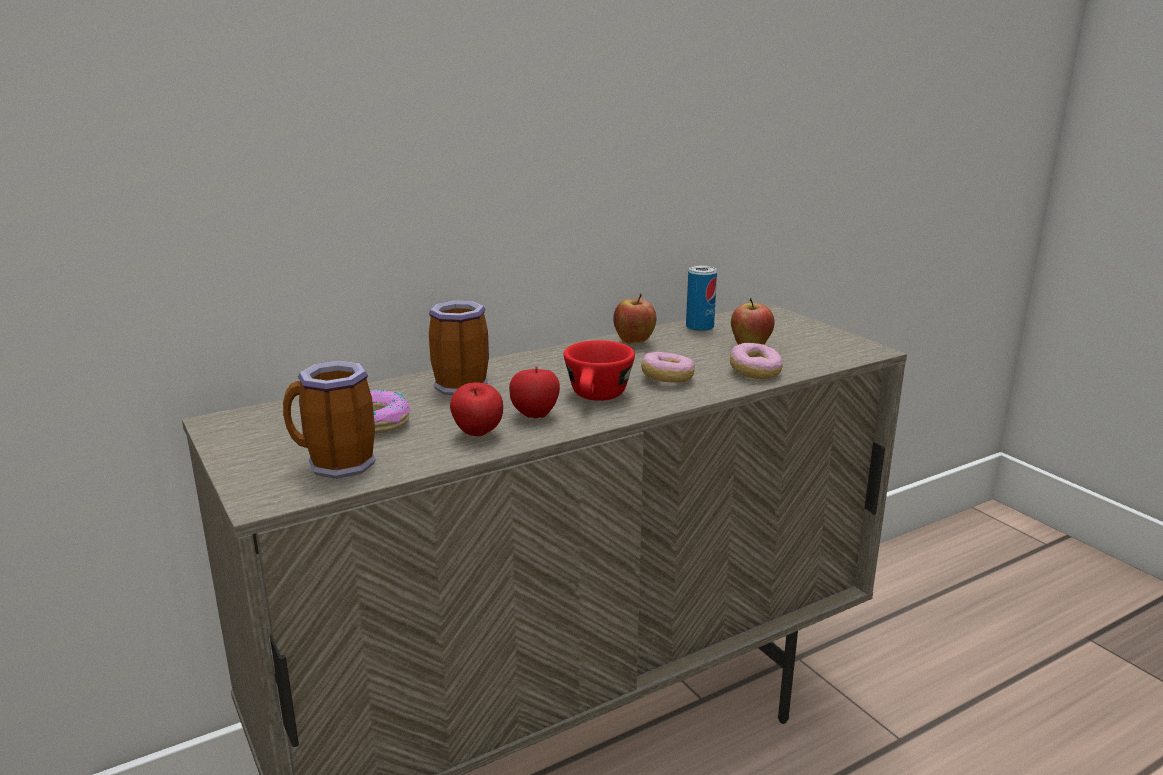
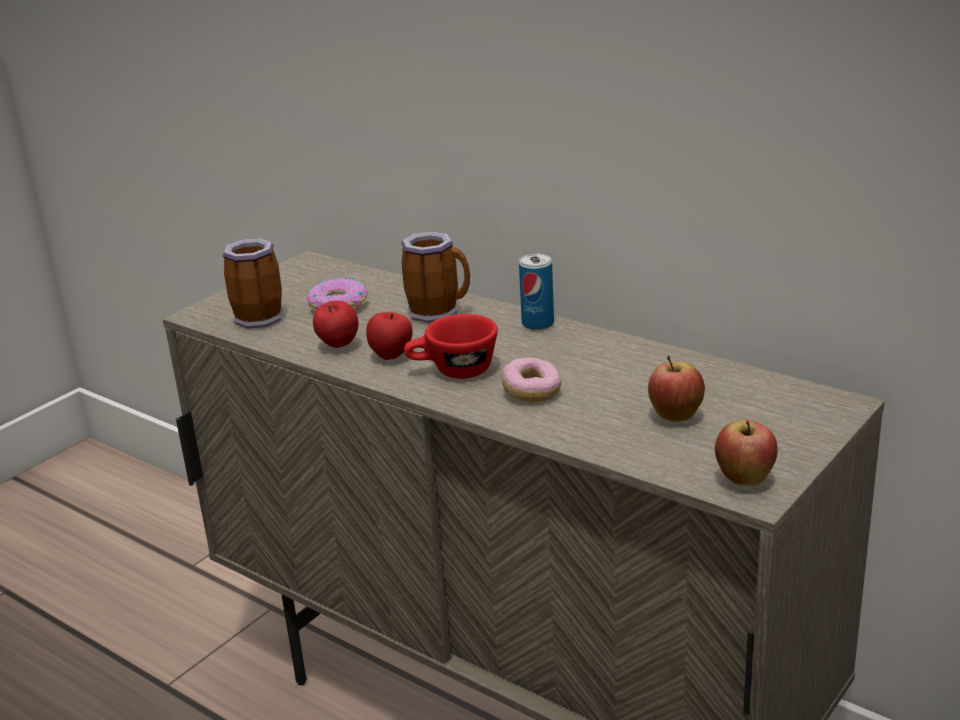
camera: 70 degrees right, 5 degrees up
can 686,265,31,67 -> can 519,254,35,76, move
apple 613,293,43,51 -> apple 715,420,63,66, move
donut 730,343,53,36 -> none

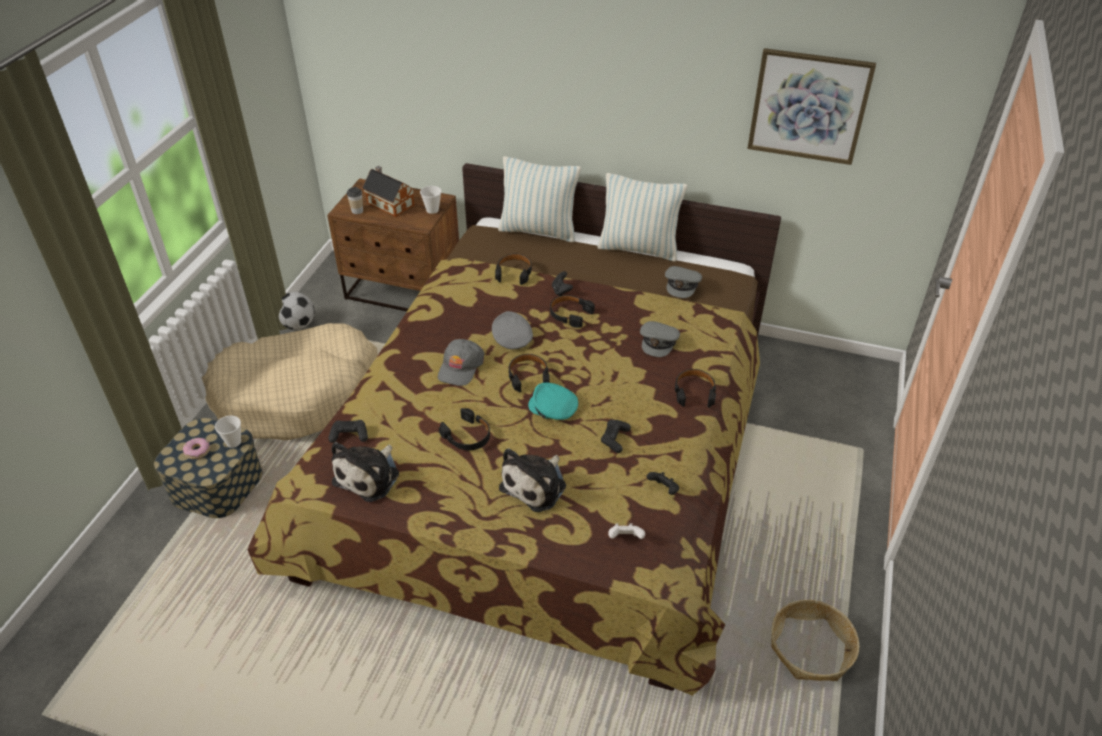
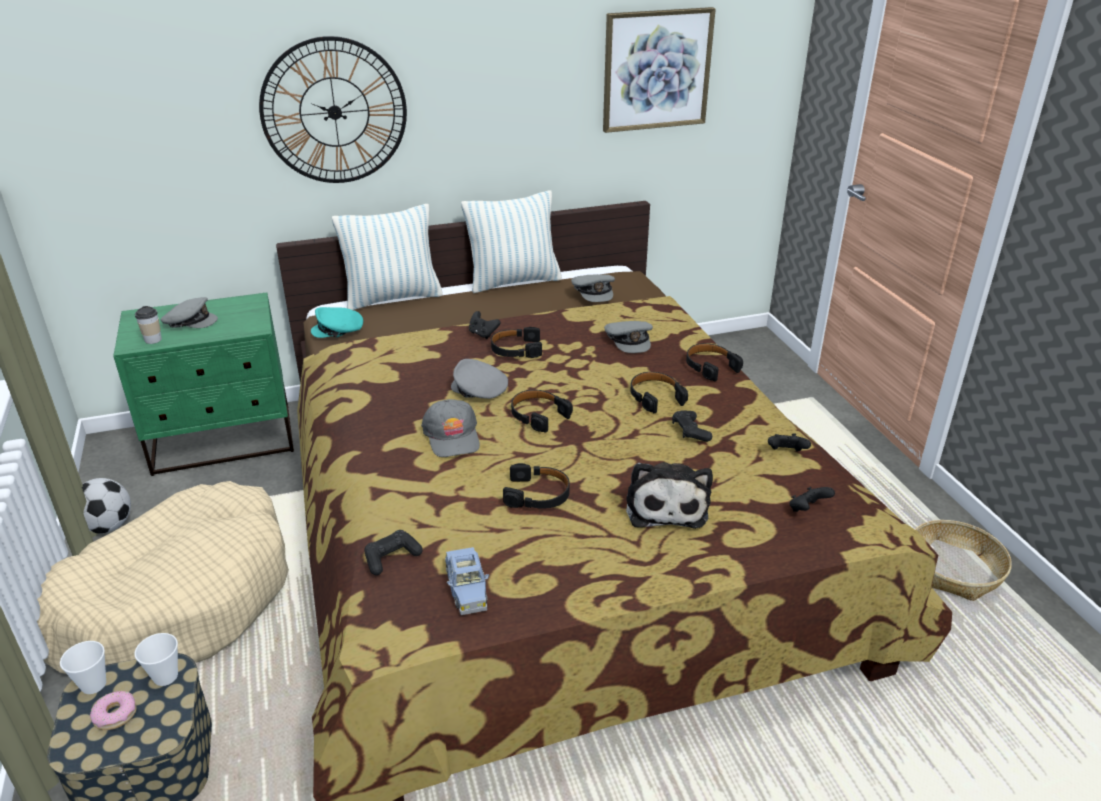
camera: 35 degrees left, 10 degrees down
toy house 362,166,53,51 -> grey cap 161,297,57,31
brown nightstand 327,179,132,132 -> green nightstand 113,293,181,183
cup 420,186,22,28 -> cup 60,641,46,53, move
black headphones 495,254,36,31 -> black headphones 630,372,58,41, move
turquoise cap 528,383,50,37 -> turquoise cap 311,307,52,31, move
plush toy 332,442,67,60 -> blue toy car 445,547,44,68
white game controller 608,523,37,16 -> black game controller 790,487,45,25
none -> wall clock 259,36,148,147

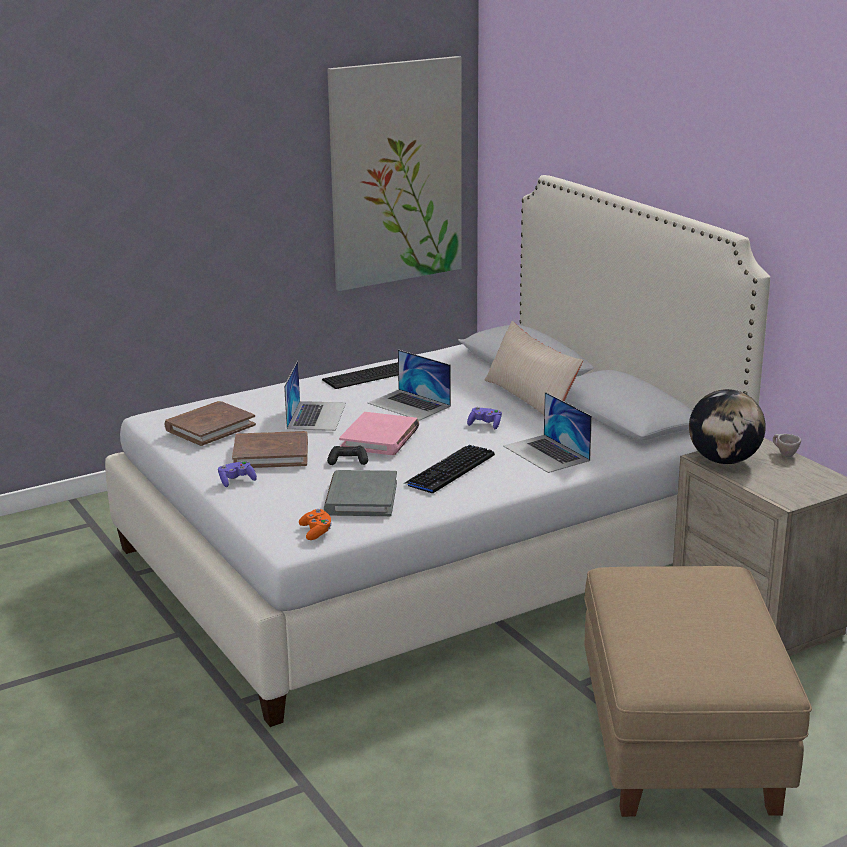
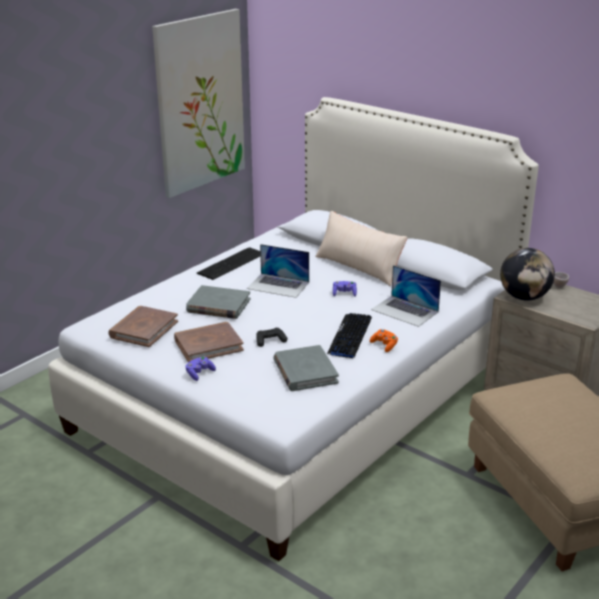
camera: 20 degrees left, 5 degrees up
laptop 284,360,62,71 -> grey book 186,285,65,34
pink book 339,412,80,43 -> none
orange game controller 299,509,33,31 -> orange game controller 370,329,28,23, move

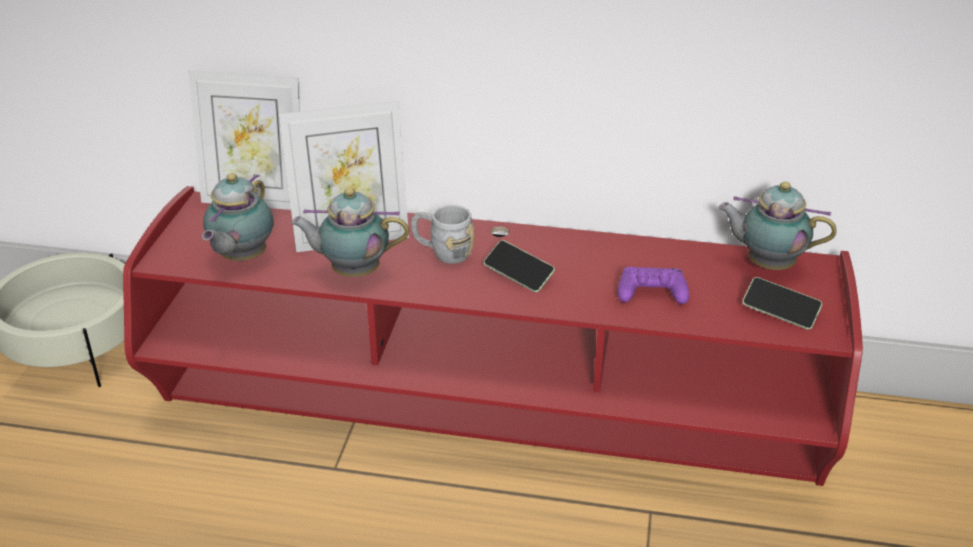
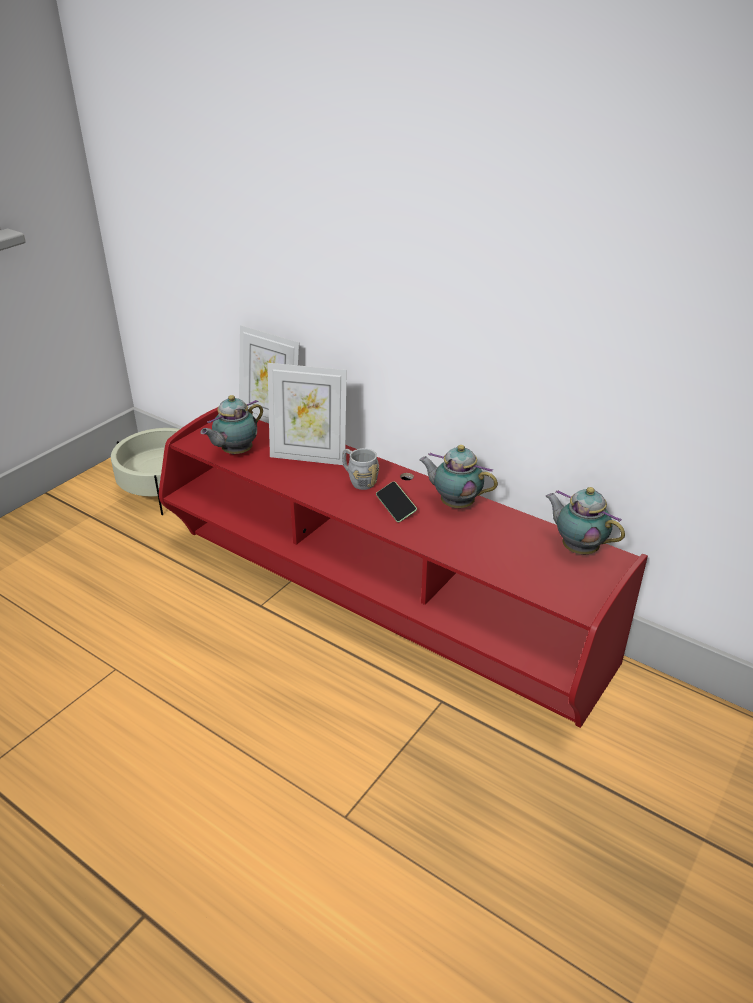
camera: 25 degrees right, 0 degrees up
teapot 291,188,118,89 -> teapot 419,445,79,63, move
purple game controller 618,267,71,37 -> none
phone 742,277,80,53 -> none

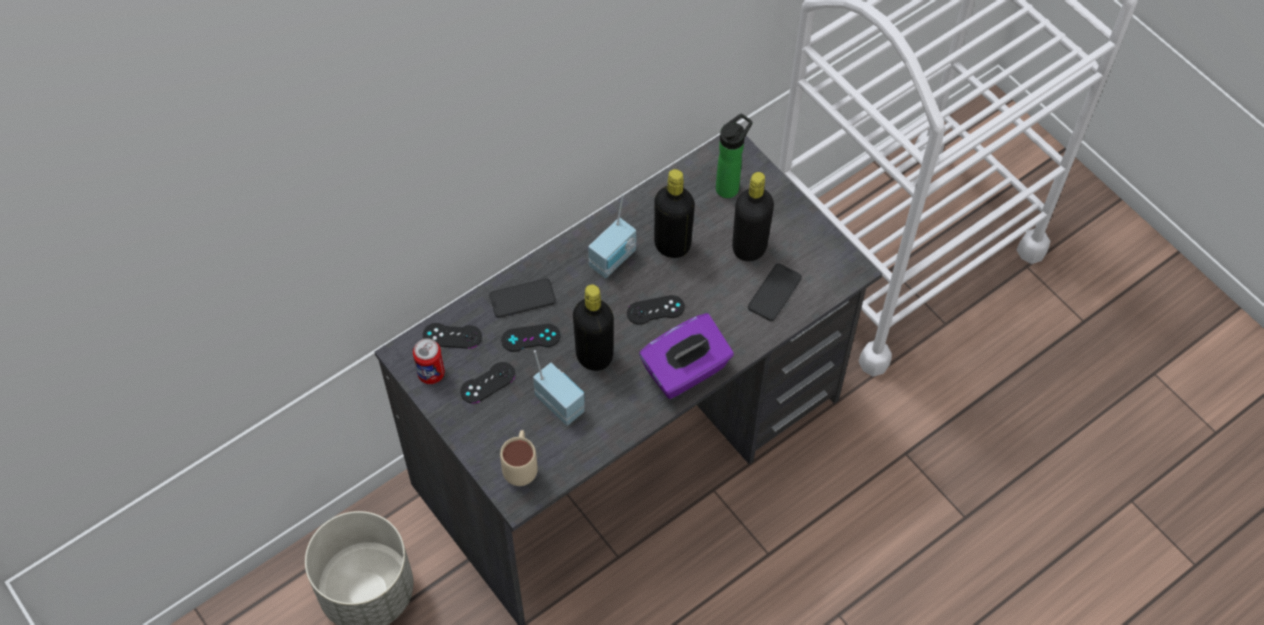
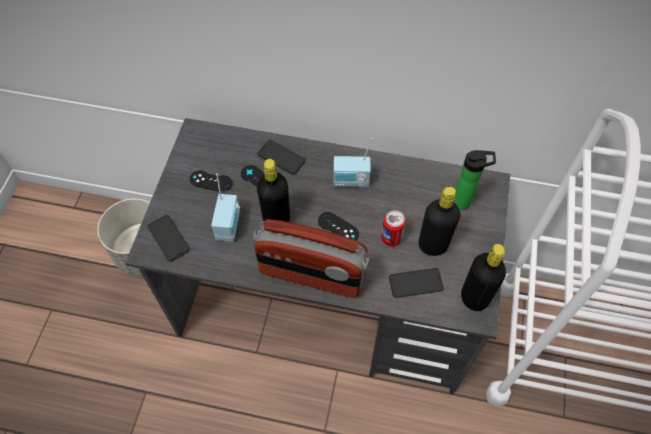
camera: 50 degrees right, 0 degrees up
black bottle 654,169,41,89 -> black bottle 461,244,45,67, move
purple tissue box 639,313,95,86 -> radio 253,219,117,79
black game controller 423,323,59,26 -> none
can 413,338,32,46 -> can 381,210,25,36, move
beige mug 500,430,38,56 -> phone 147,215,43,47

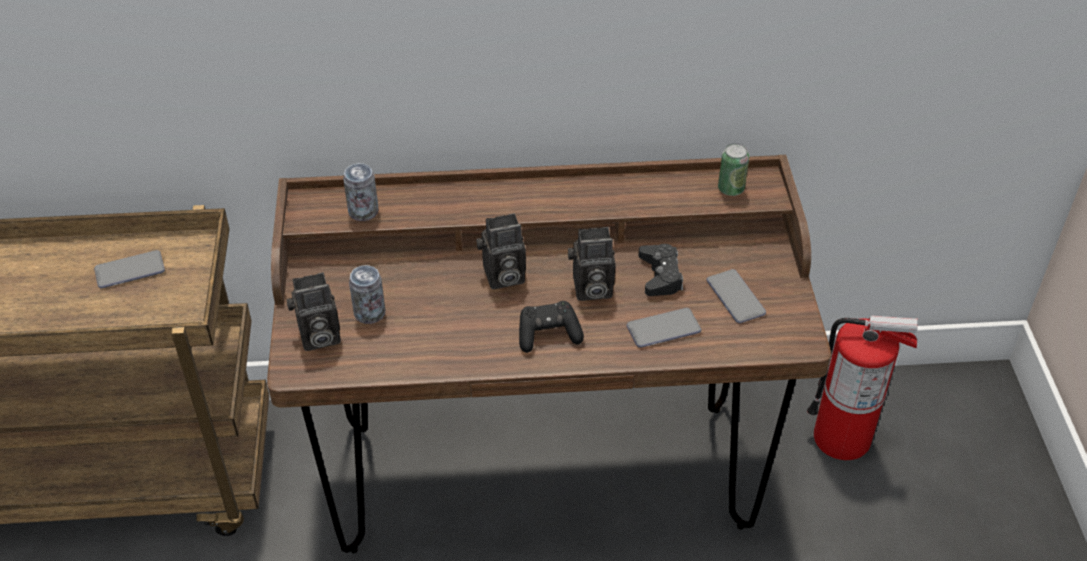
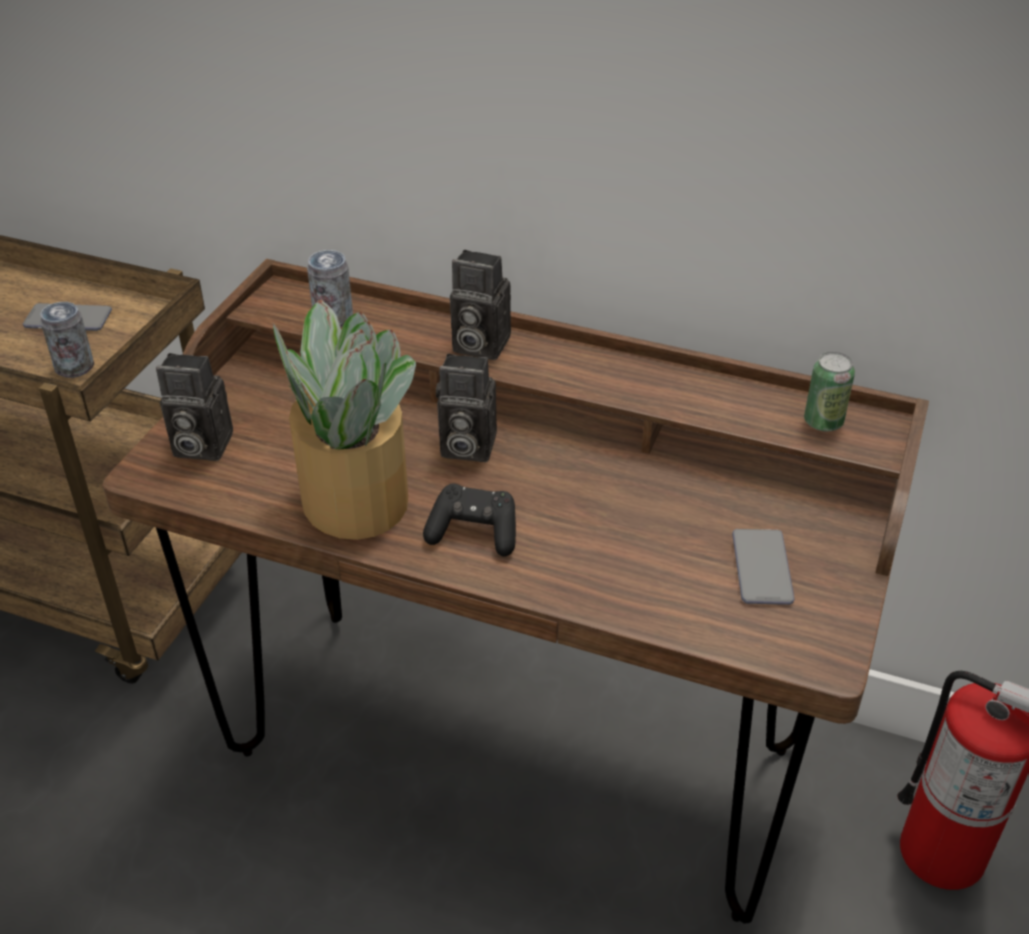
camera: 25 degrees right, 5 degrees down
photo camera 568,227,48,74 -> photo camera 450,249,61,111, move
black game controller 638,244,45,52 -> none
can 349,265,36,59 -> can 40,302,54,76, move
phone 627,308,75,40 -> none
none -> potted plant 273,300,143,240

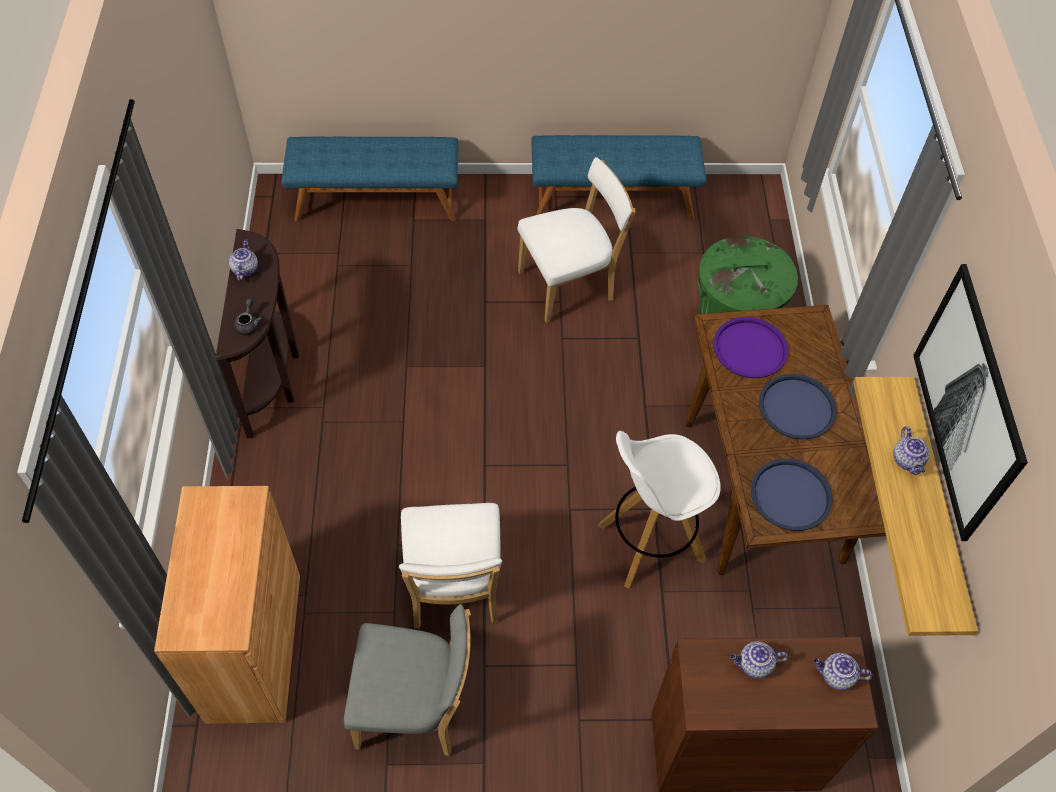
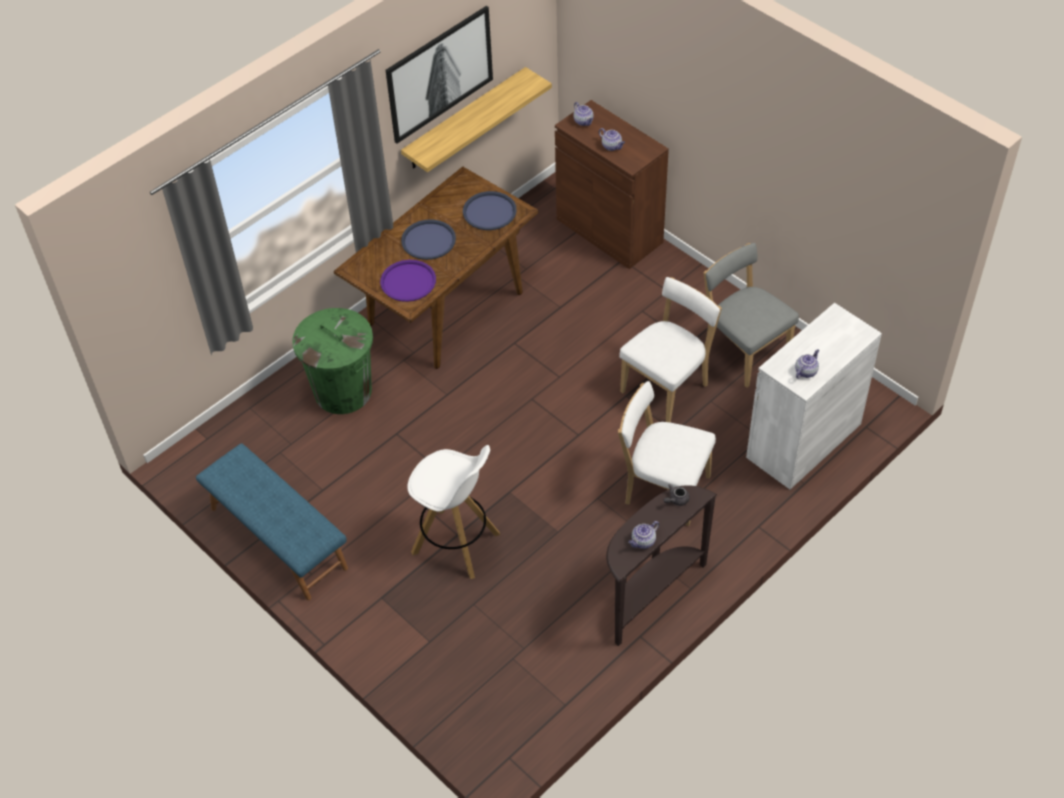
camera: 130 degrees left, 5 degrees down
blue bench 281,137,177,84 -> none
white chair 518,157,118,166 -> white chair 618,381,98,145, move
teapot 893,426,37,49 -> teapot 795,349,24,30, move
white stool 597,431,124,157 -> white stool 407,445,93,134, move
brown cabinet 154,486,146,238 -> white cabinet 746,303,136,186

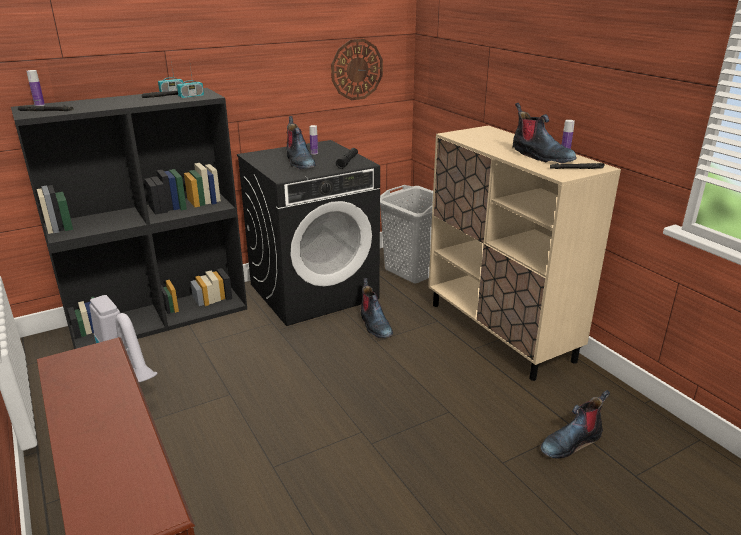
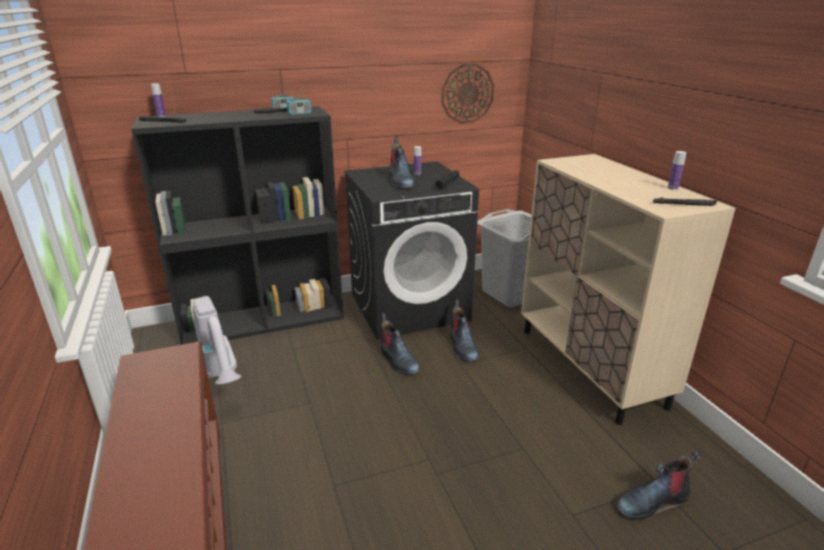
camera: 10 degrees right, 0 degrees up
boot 512,103,65,61 -> boot 381,313,39,62, move

